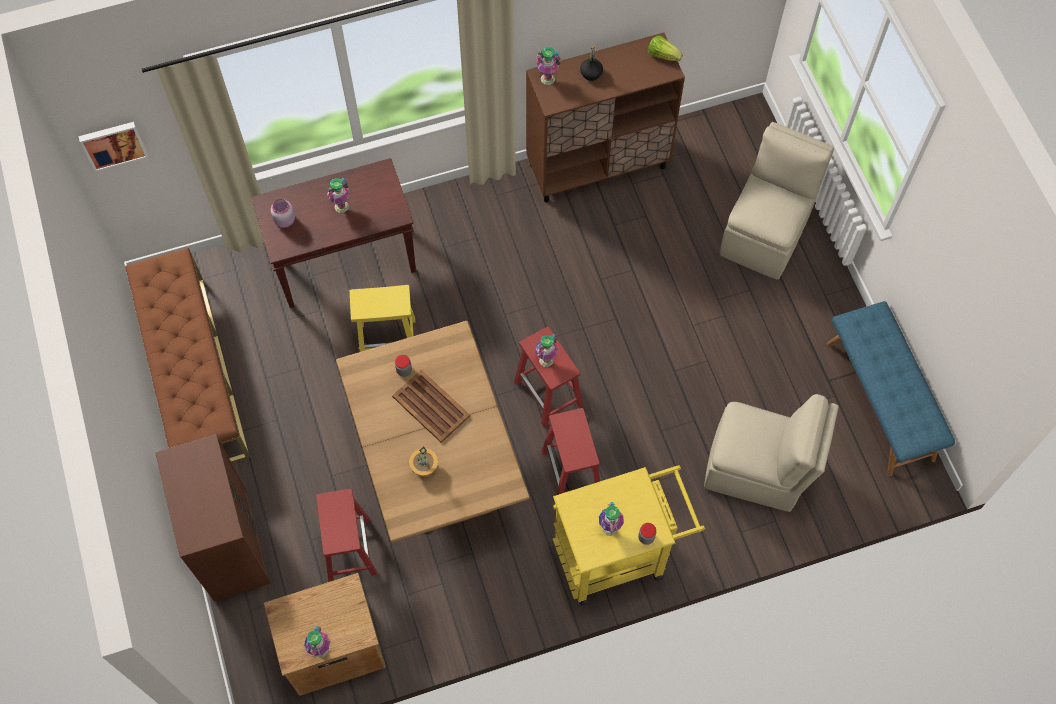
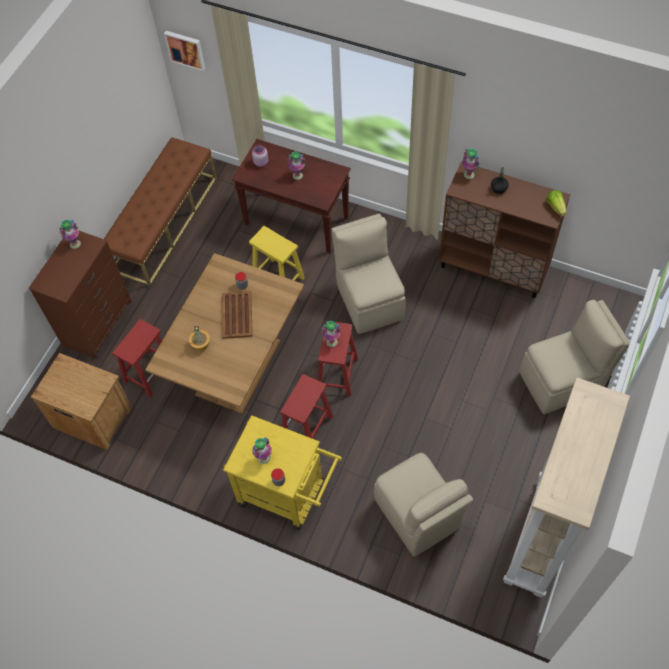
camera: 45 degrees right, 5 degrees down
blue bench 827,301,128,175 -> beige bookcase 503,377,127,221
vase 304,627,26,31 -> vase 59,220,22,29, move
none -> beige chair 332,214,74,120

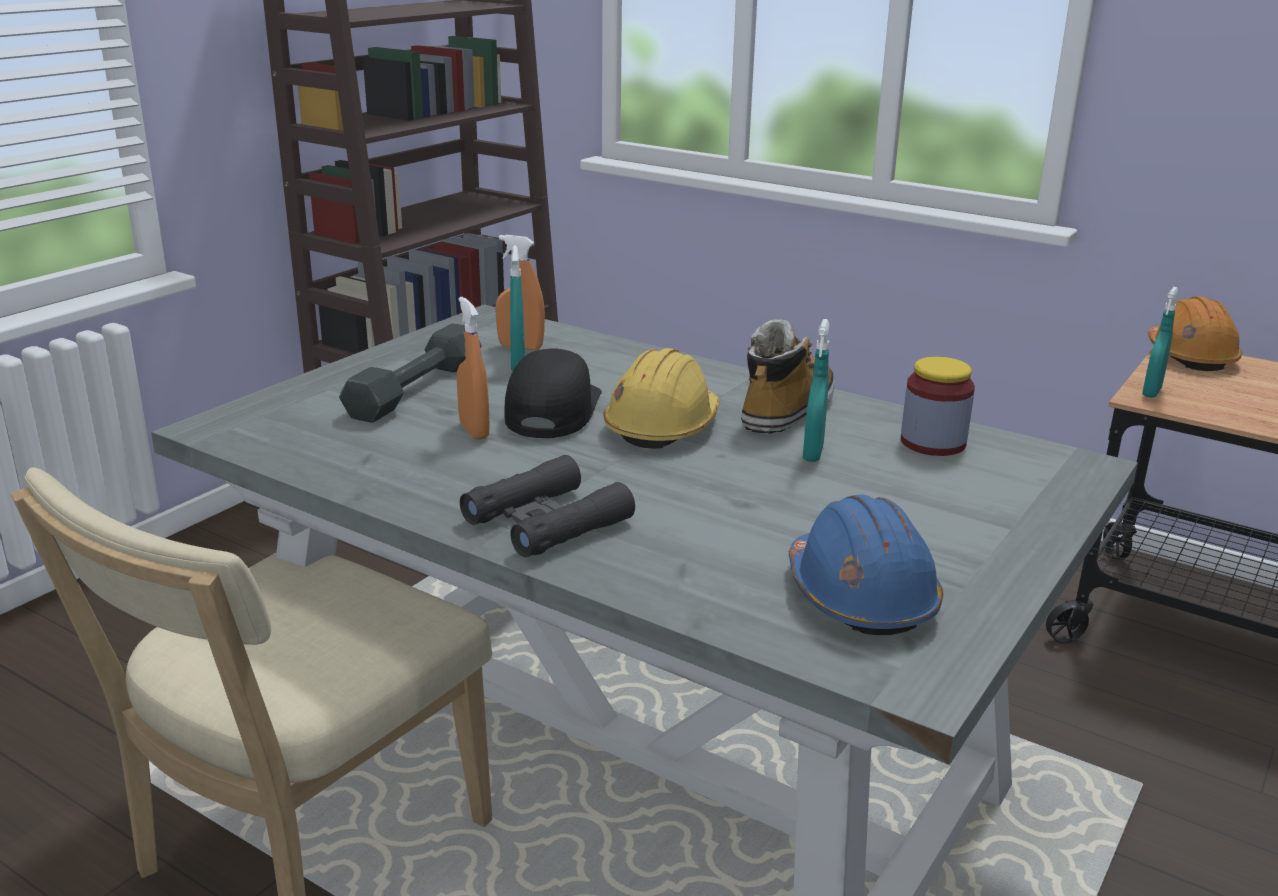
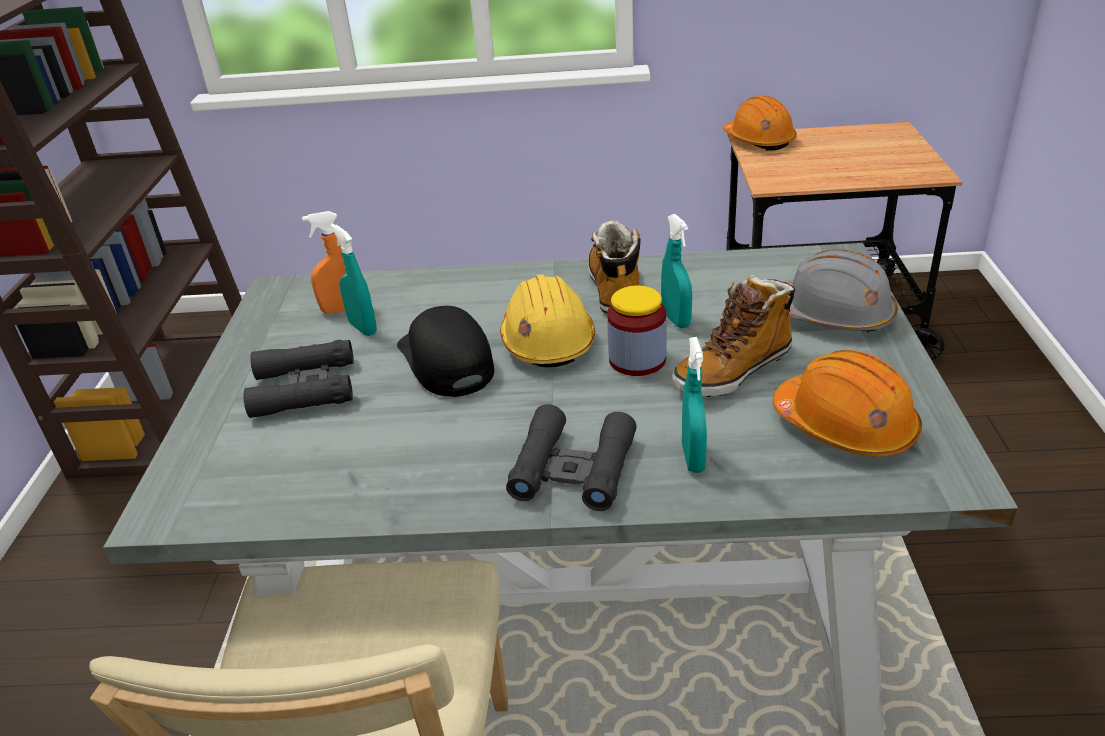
camera: 30 degrees left, 10 degrees up
turquoise spray bottle 1142,287,37,111 -> turquoise spray bottle 682,337,25,136, move
orange spray bottle 457,297,33,143 -> none
grey dumbbell 339,324,143,99 -> black binoculars 243,340,111,78
jar 901,357,74,99 -> jar 607,286,60,90, move
blue hard hat 789,494,155,141 -> orange hard hat 773,350,149,107
none -> grey hard hat 784,249,114,84
none -> boot 672,275,123,122

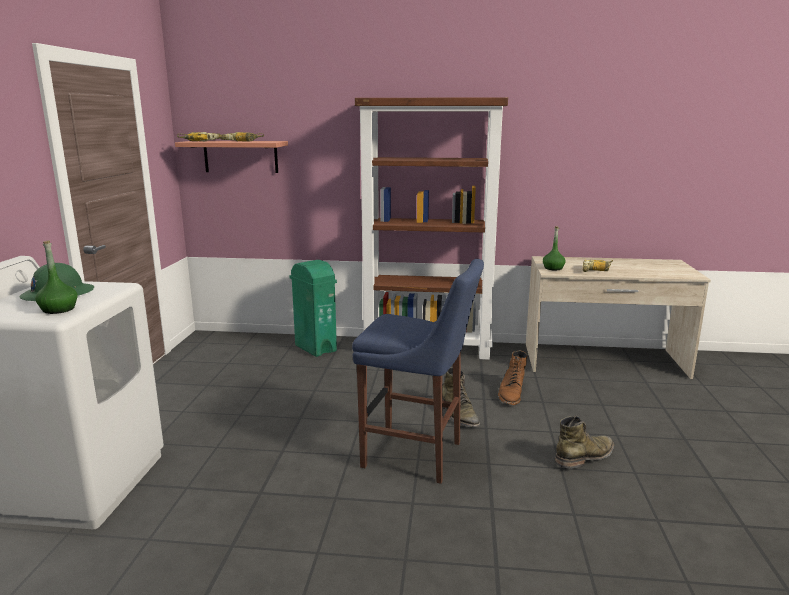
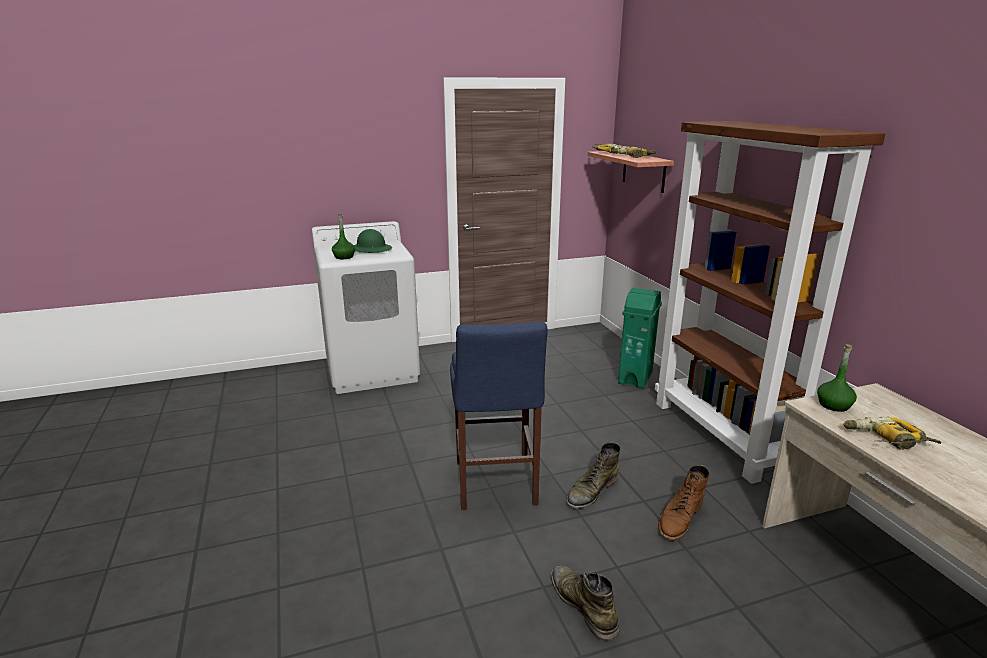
camera: 65 degrees right, 5 degrees up
brown boot 498,351,29,54 -> brown boot 658,465,52,76, 45 degrees counterclockwise
green boot 555,415,59,53 -> green boot 551,565,68,76, 150 degrees counterclockwise

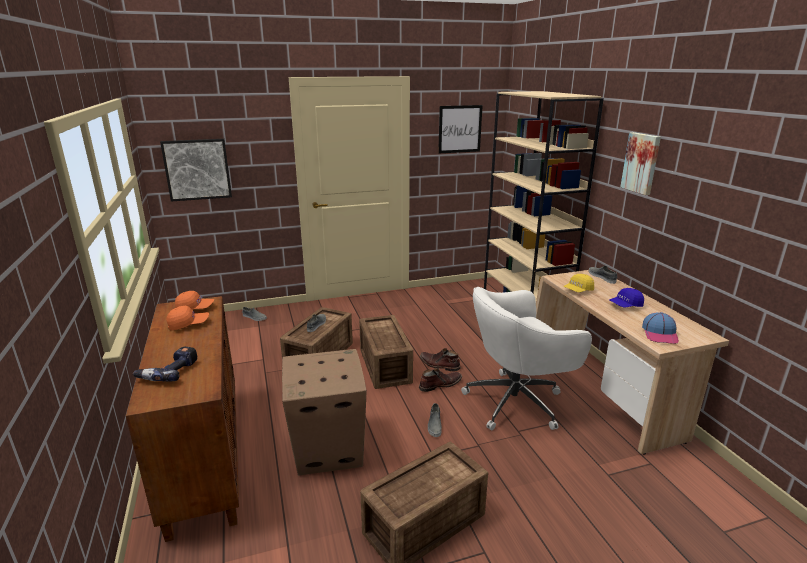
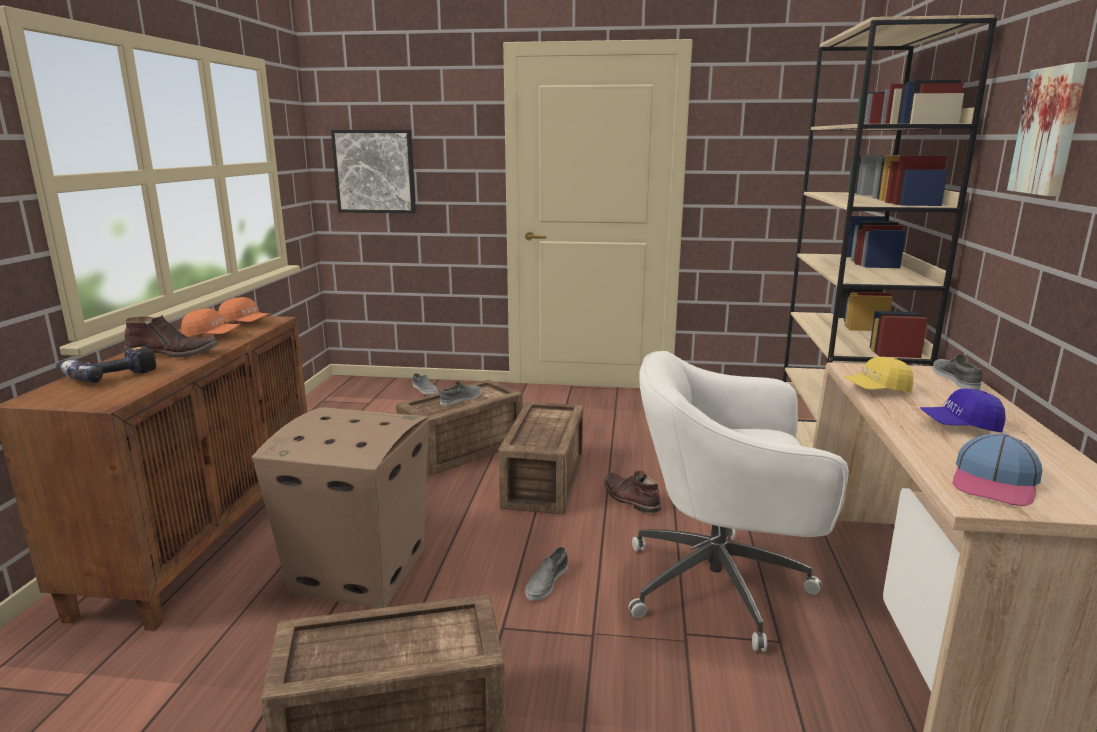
camera: 25 degrees right, 5 degrees down
picture 438,105,45,48 -> none
brown boot 419,368,43,24 -> brown boot 124,315,95,42, move

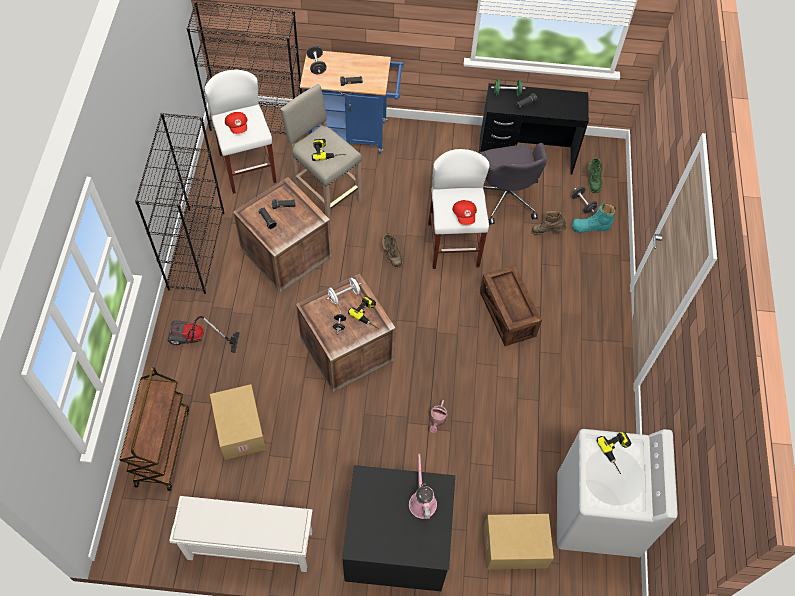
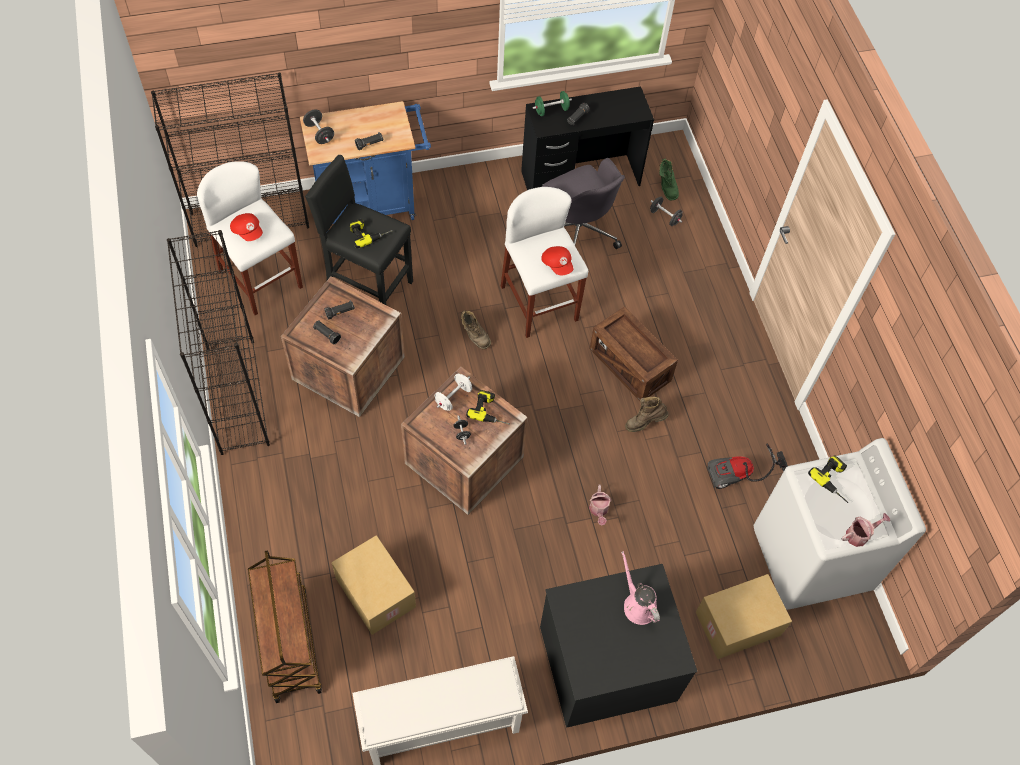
camera: 20 degrees left, 0 degrees up
beige stool 280,84,82,140 -> black stool 305,155,108,150
turquoise boot 572,203,44,30 -> none
brown boot 531,211,35,24 -> brown boot 625,397,44,35, move
vacuum cleaner 168,316,72,37 -> vacuum cleaner 707,444,81,45, move
none -> watering can 842,513,48,34

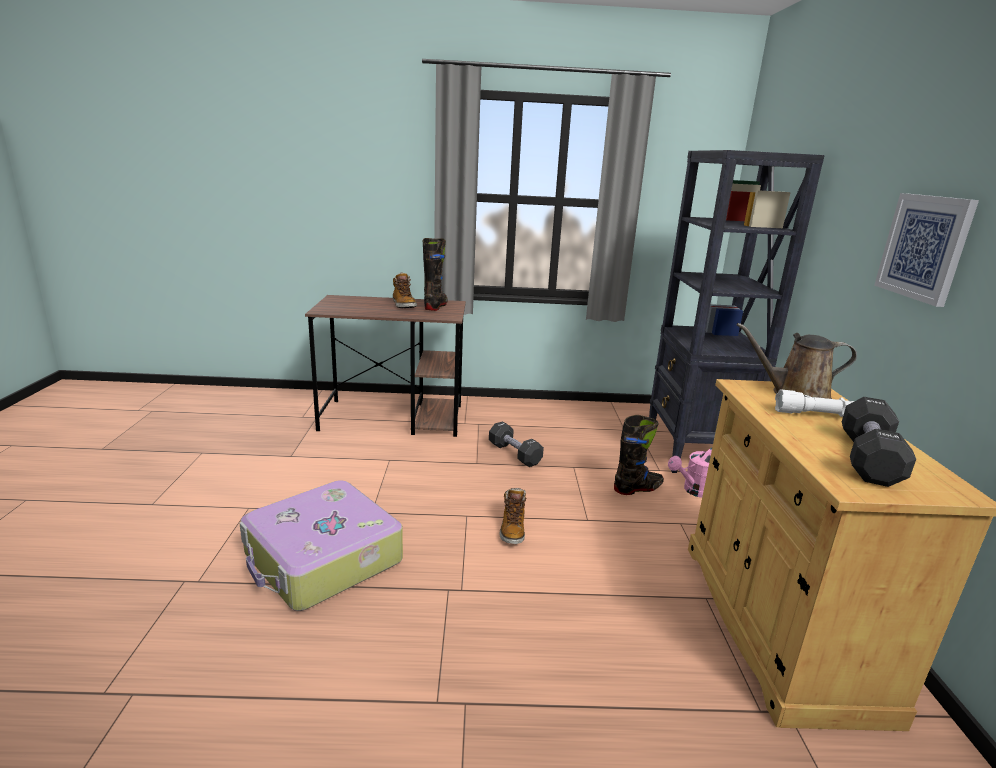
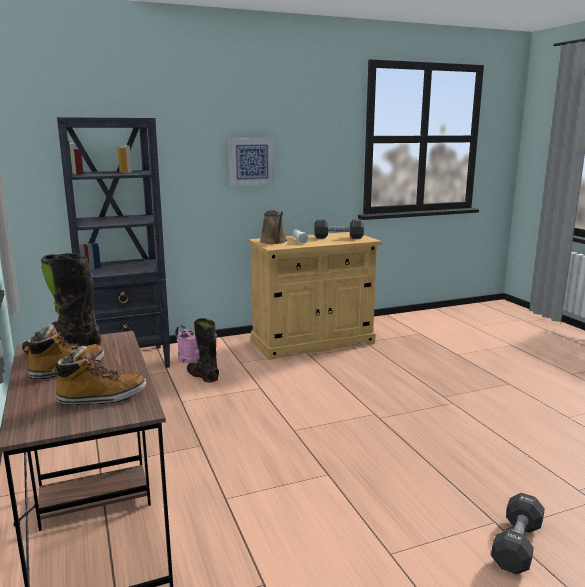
camera: 110 degrees left, 5 degrees down
black dumbbell 489,421,55,46 -> black dumbbell 491,493,54,81, move
suitcase 239,480,164,131 -> none
boot 499,488,27,57 -> boot 52,346,94,59, move

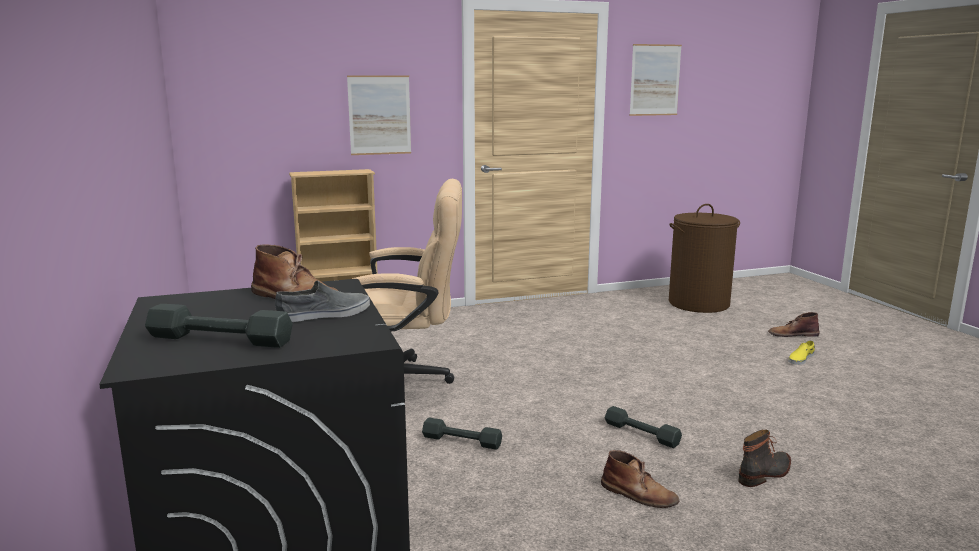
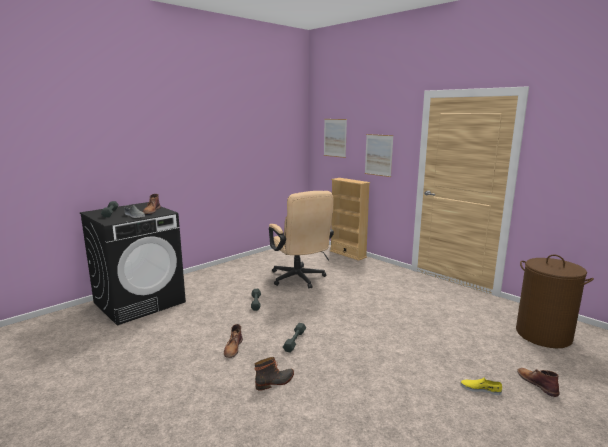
camera: 65 degrees right, 0 degrees up
picture 629,44,53,72 -> picture 324,119,23,39, move
boot 738,429,53,58 -> boot 255,357,39,34, 60 degrees counterclockwise

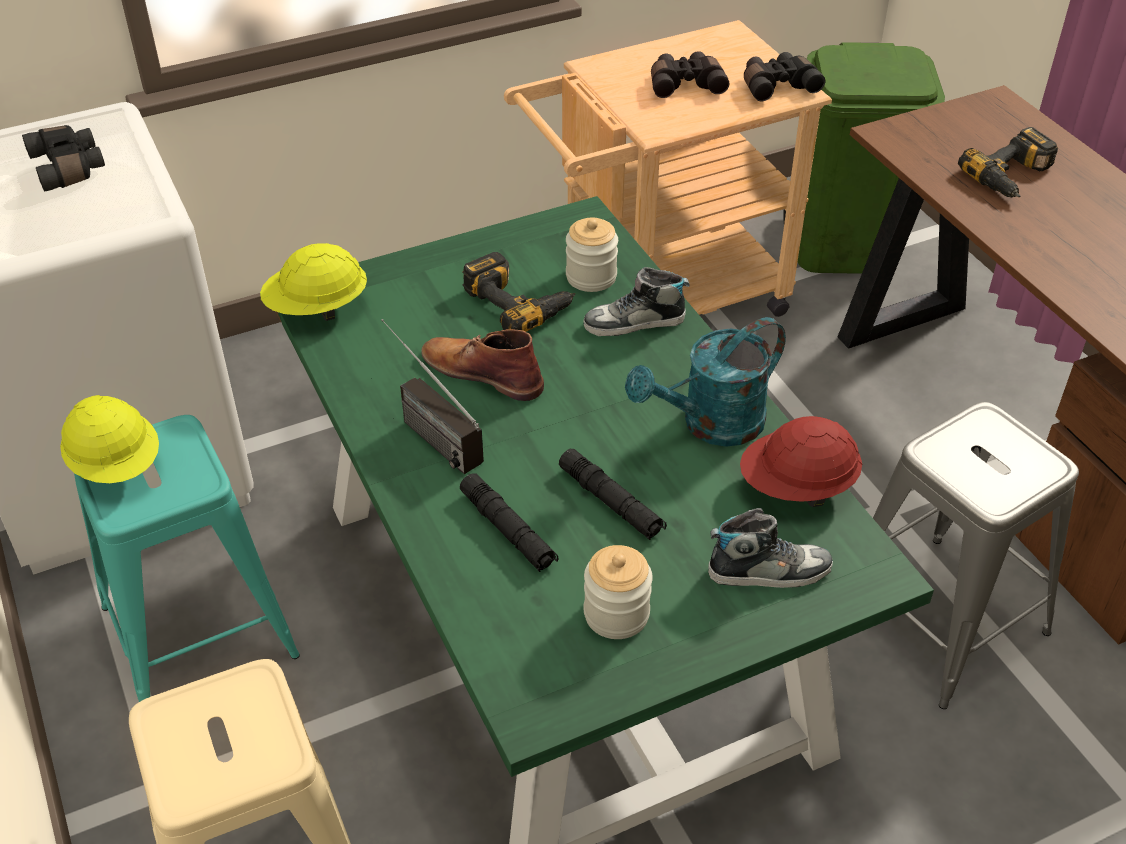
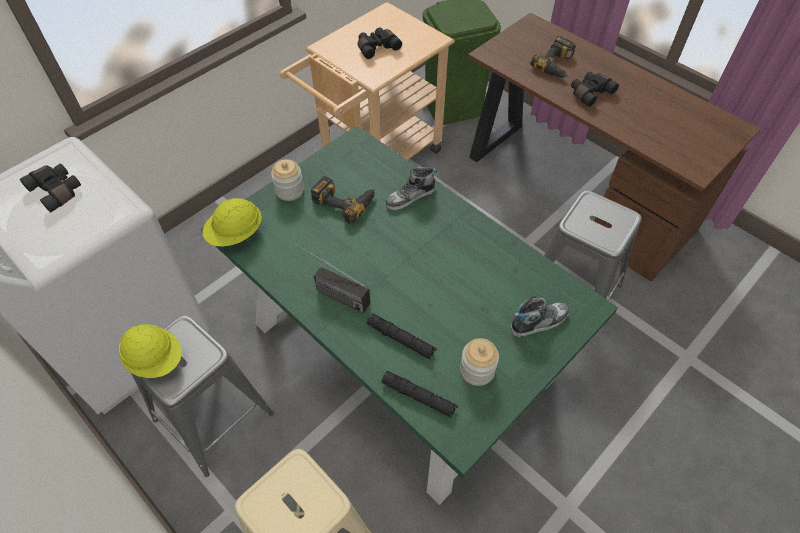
camera: 20 degrees left, 10 degrees up
black binoculars 744,52,81,49 -> black binoculars 571,72,48,35, move
jar 566,217,52,75 -> jar 271,159,33,42, move
turquoise watering can 625,317,161,130 -> none
brown boot 421,329,123,72 -> none
turquoise stool 74,415,226,287 -> grey stool 131,315,143,162
red hard hat 740,416,122,91 -> none
black flashlight 559,449,108,91 -> black flashlight 381,371,77,47, move

